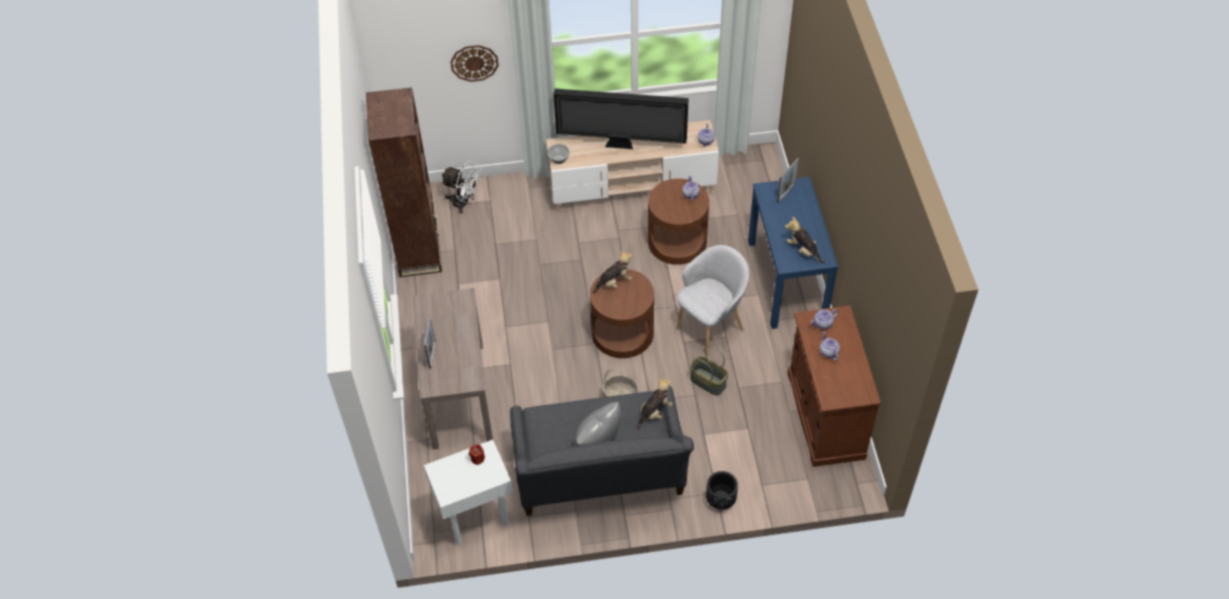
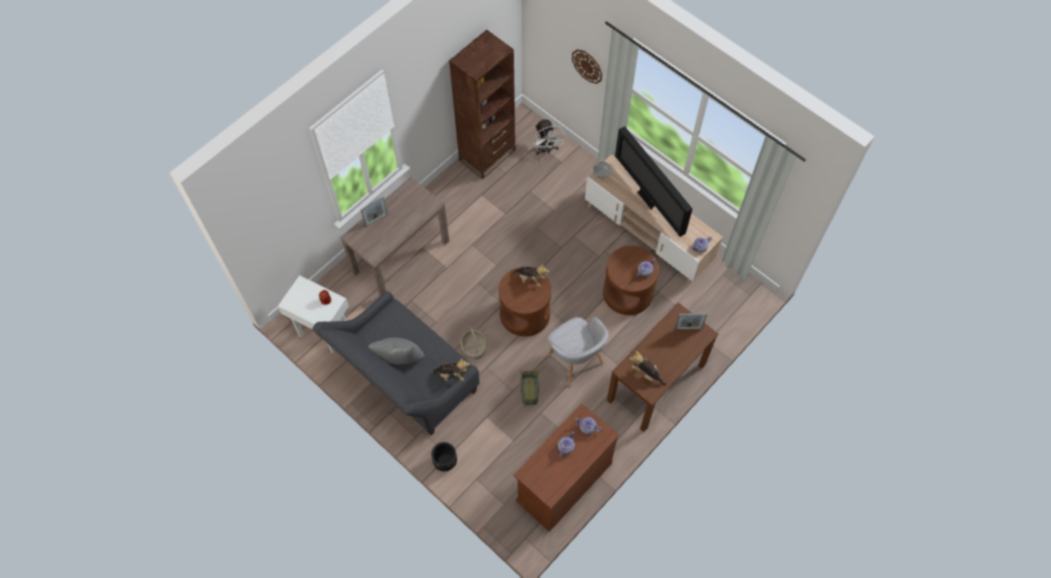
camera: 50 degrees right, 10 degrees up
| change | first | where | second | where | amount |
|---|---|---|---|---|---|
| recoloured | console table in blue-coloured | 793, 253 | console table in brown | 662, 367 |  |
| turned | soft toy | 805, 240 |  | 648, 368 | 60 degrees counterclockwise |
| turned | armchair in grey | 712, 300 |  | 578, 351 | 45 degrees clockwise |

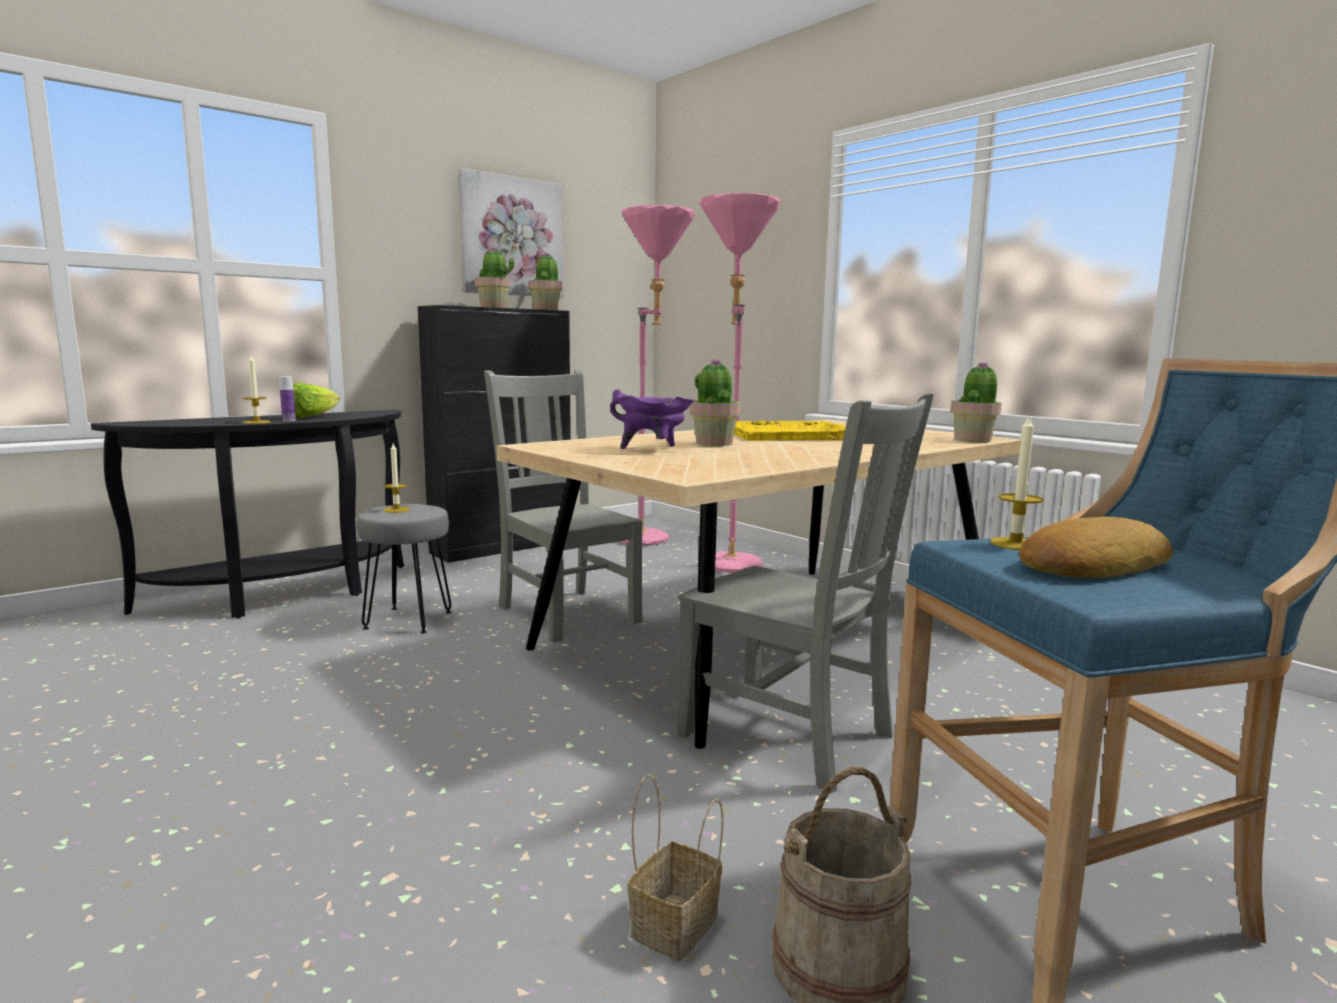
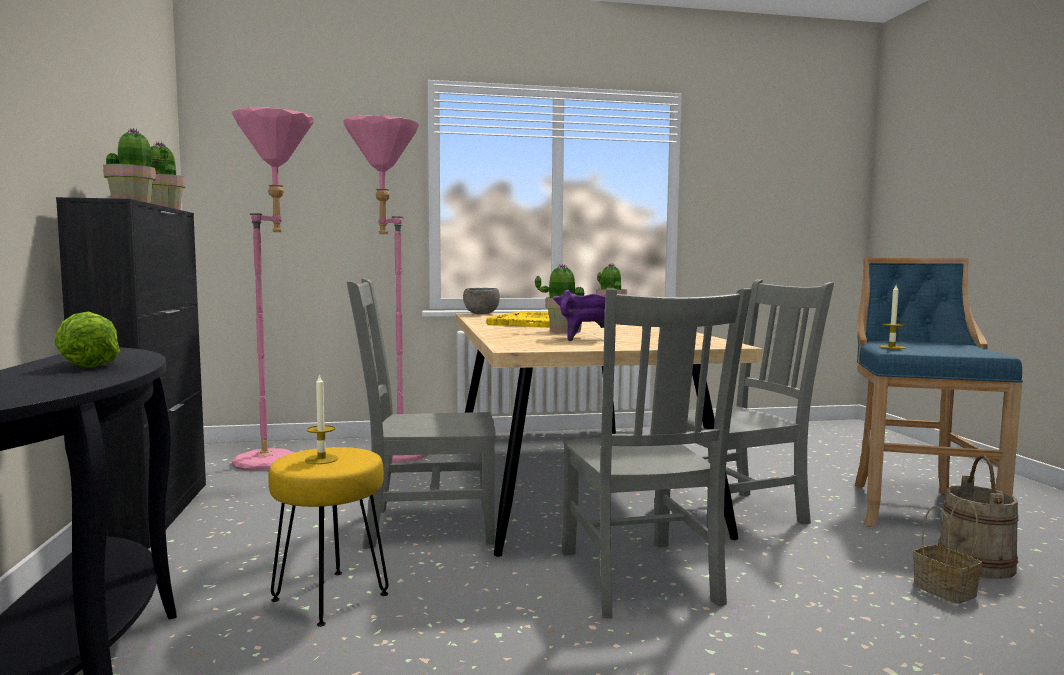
camera: 60 degrees left, 5 degrees down
| change | first | where | second | where | amount |
|---|---|---|---|---|---|
| removed | wall art | 511, 233 |  |  |  |
| removed | wax candle | 257, 389 |  |  |  |
| removed | beverage bottle | 287, 398 |  |  |  |
| recoloured | stool seat in grey | 404, 569 | stool seat in yellow-coloured | 328, 537 |  |
| removed | bakery bread | 1096, 547 |  |  |  |
| added |  |  | serving bowl in grey | 481, 301 |  |
| added |  |  | upright chair in grey | 656, 453 |  |

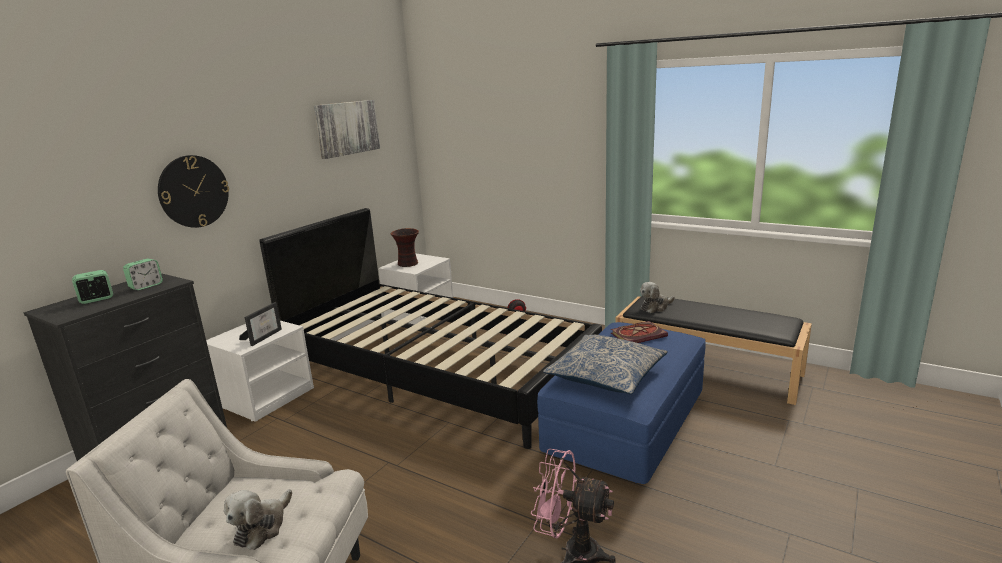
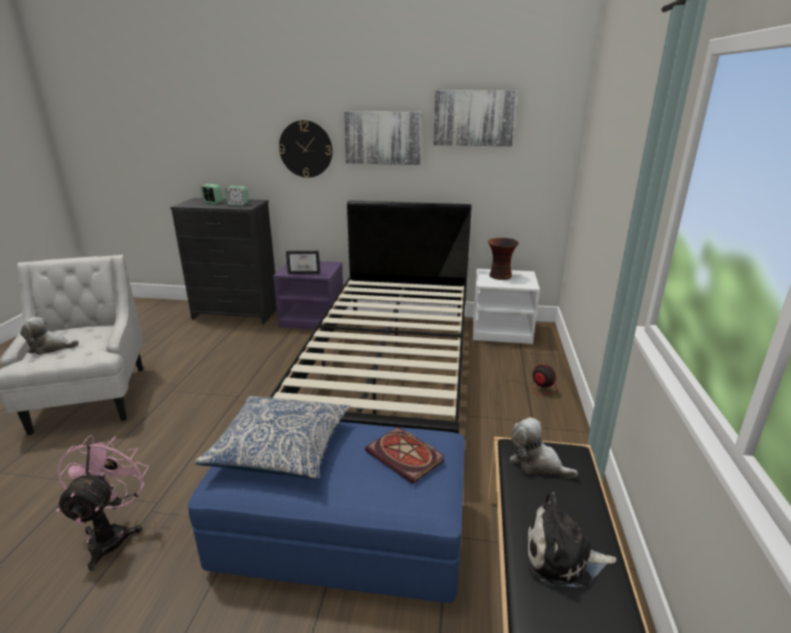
camera: 65 degrees right, 5 degrees up
| change | first | where | second | where | amount |
|---|---|---|---|---|---|
| recoloured | night table in white-coloured | 260, 371 | night table in purplish | 308, 295 |  |
| added |  |  | wall art | 383, 138 |  |
| added |  |  | soft toy | 572, 539 |  |

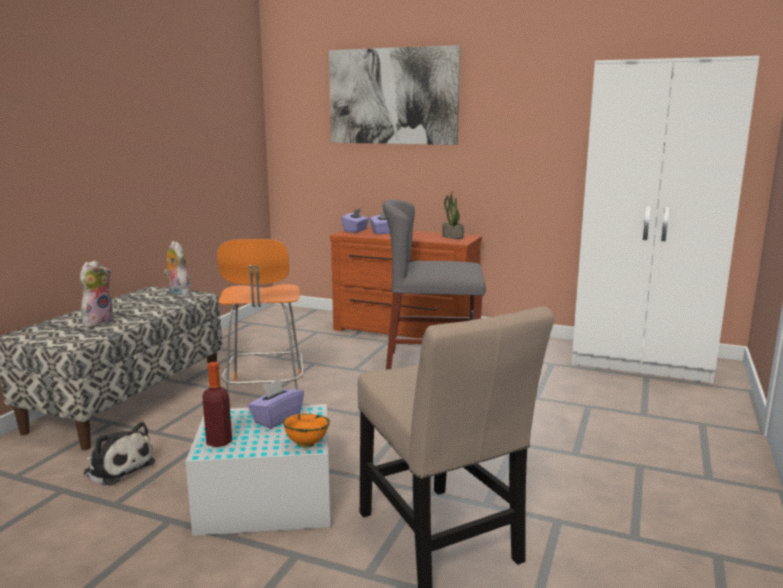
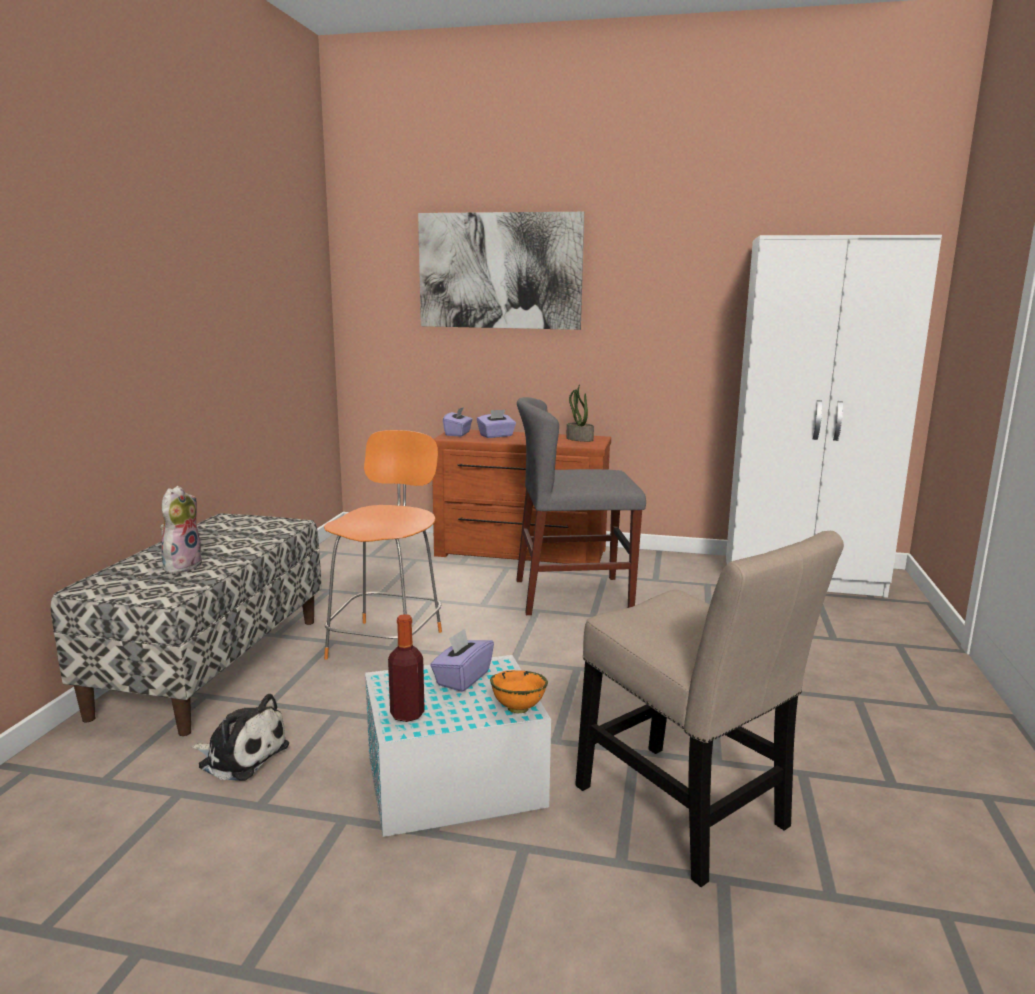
camera: 10 degrees left, 0 degrees up
| change | first | where | second | where | amount |
|---|---|---|---|---|---|
| turned | upright chair in orangey | 260, 315 |  | 383, 545 | 150 degrees counterclockwise |
| removed | soft toy | 178, 269 |  |  |  |

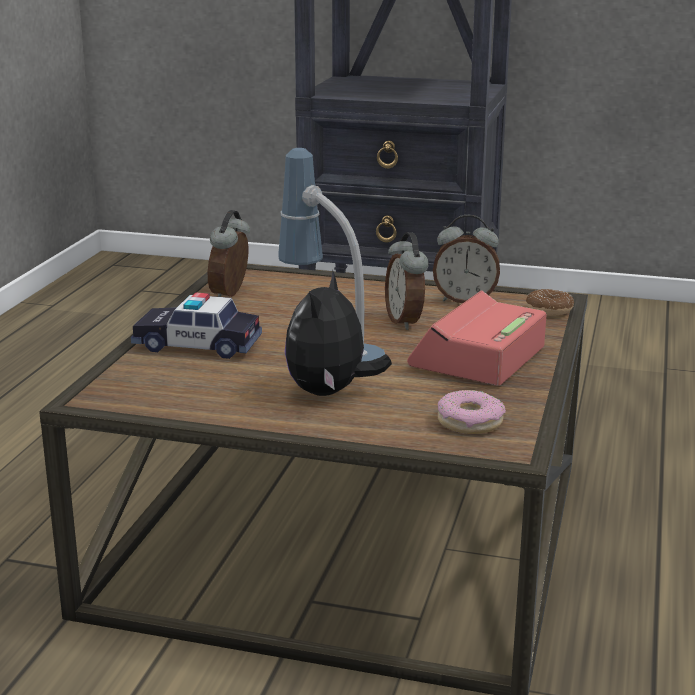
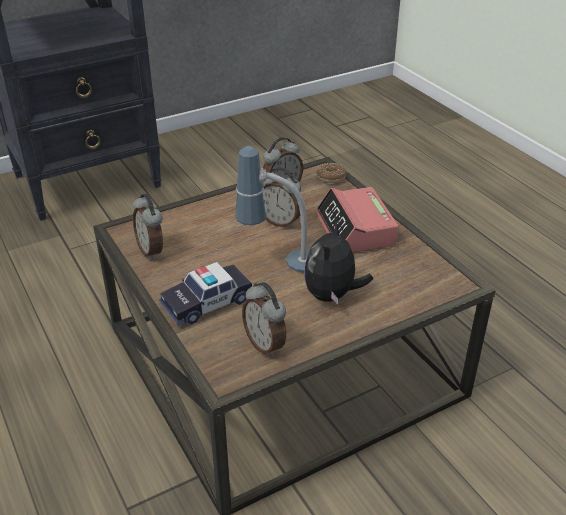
camera: 45 degrees left, 15 degrees up
| change | first | where | second | where | amount |
|---|---|---|---|---|---|
| turned | soft toy | 338, 333 |  | 338, 263 | 45 degrees clockwise |
| removed | donut | 472, 412 |  |  |  |
| added |  |  | alarm clock | 264, 319 |  |

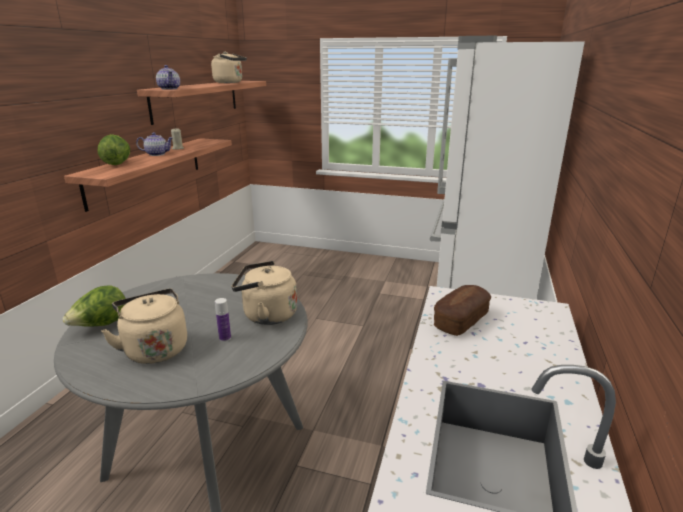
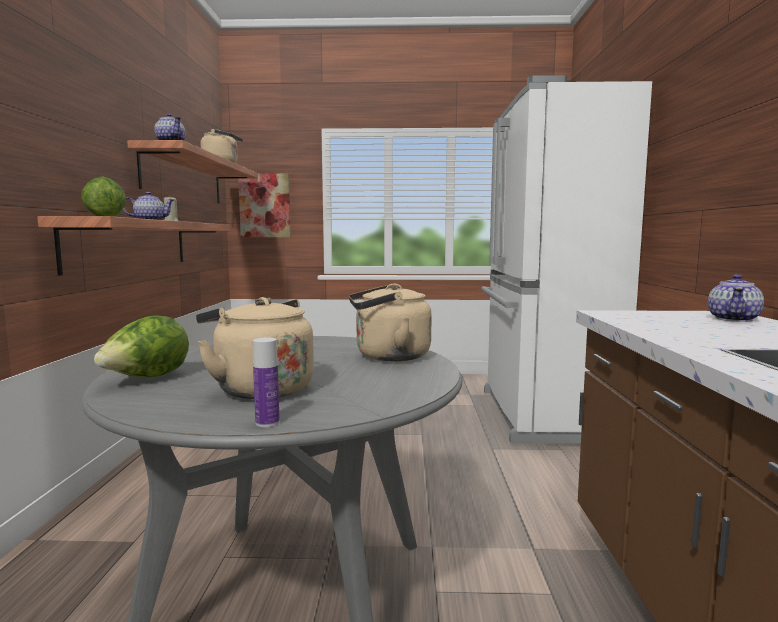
camera: 15 degrees left, 15 degrees down
| change | first | where | second | where | amount |
|---|---|---|---|---|---|
| removed | bakery bread | 462, 310 |  |  |  |
| moved | beverage bottle | 223, 320 |  | 266, 382 |  |
| added |  |  | wall art | 264, 205 |  |
| added |  |  | tea pot | 736, 298 |  |

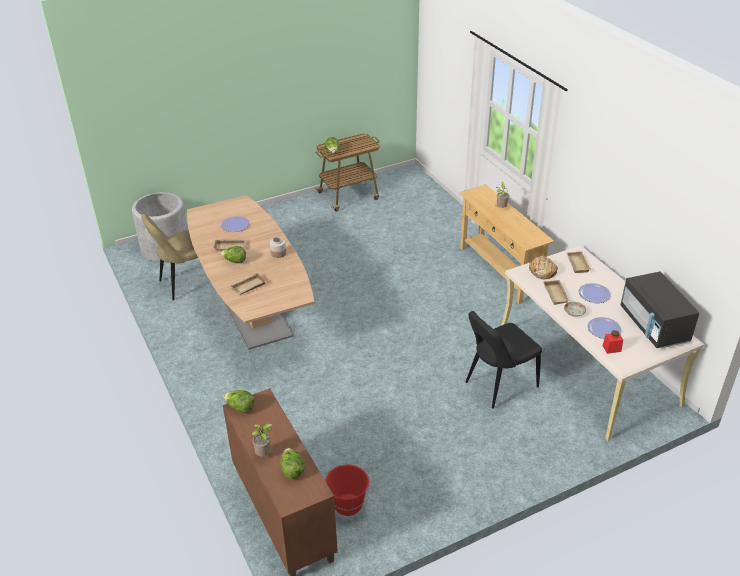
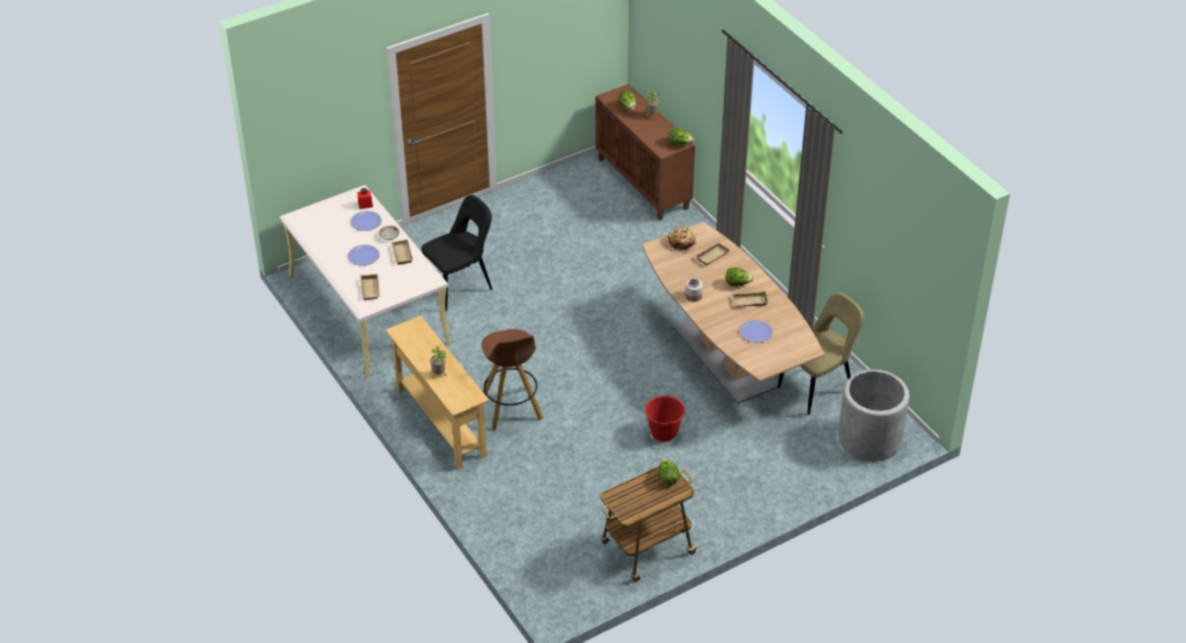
camera: 175 degrees right, 5 degrees up
| change | first | where | second | where | amount |
|---|---|---|---|---|---|
| moved | bakery bread | 543, 267 |  | 681, 239 |  |
| removed | kitchen microwave in black-coloured | 660, 310 |  |  |  |
| moved | water bucket in red | 347, 490 |  | 665, 419 |  |
| added |  |  | stool seat in brown | 513, 379 |  |

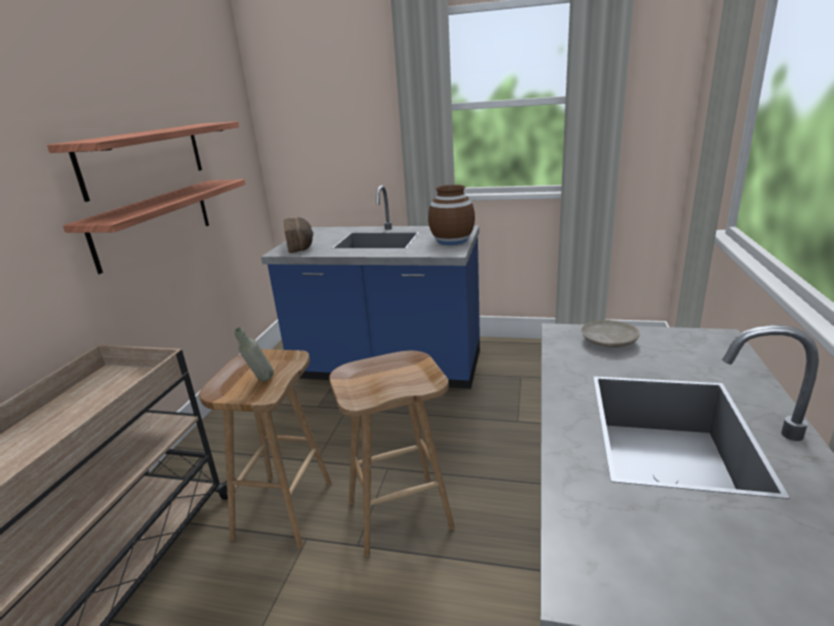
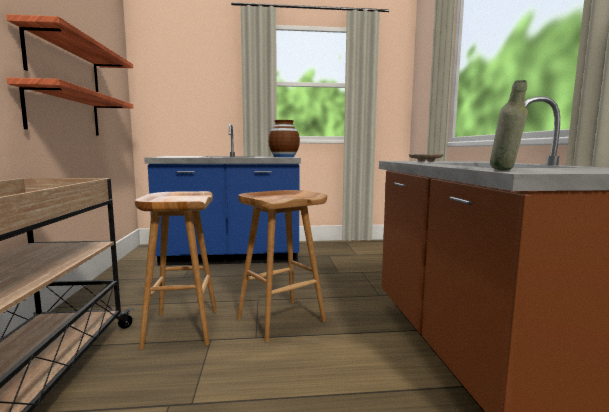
camera: 20 degrees left, 15 degrees down
| change | first | where | second | where | amount |
|---|---|---|---|---|---|
| removed | bakery bread | 298, 235 |  |  |  |
| moved | beverage bottle in grey | 254, 354 |  | 509, 125 |  |

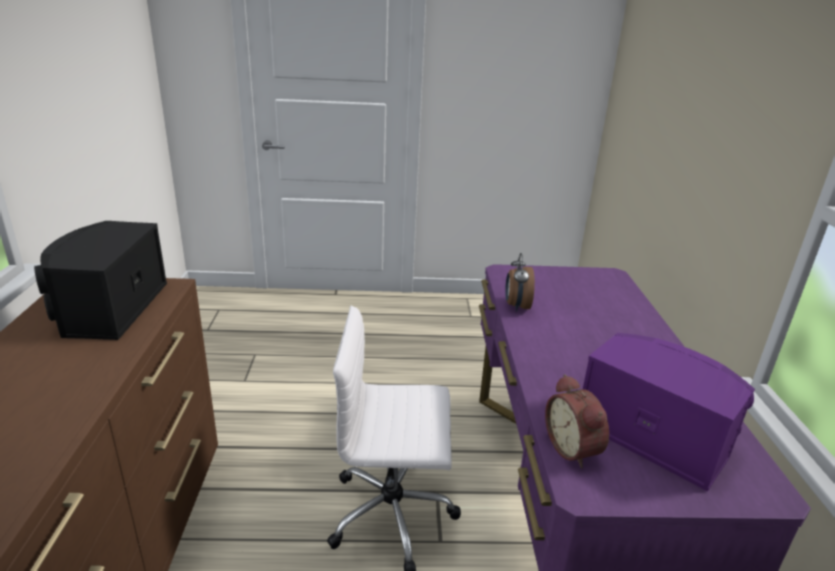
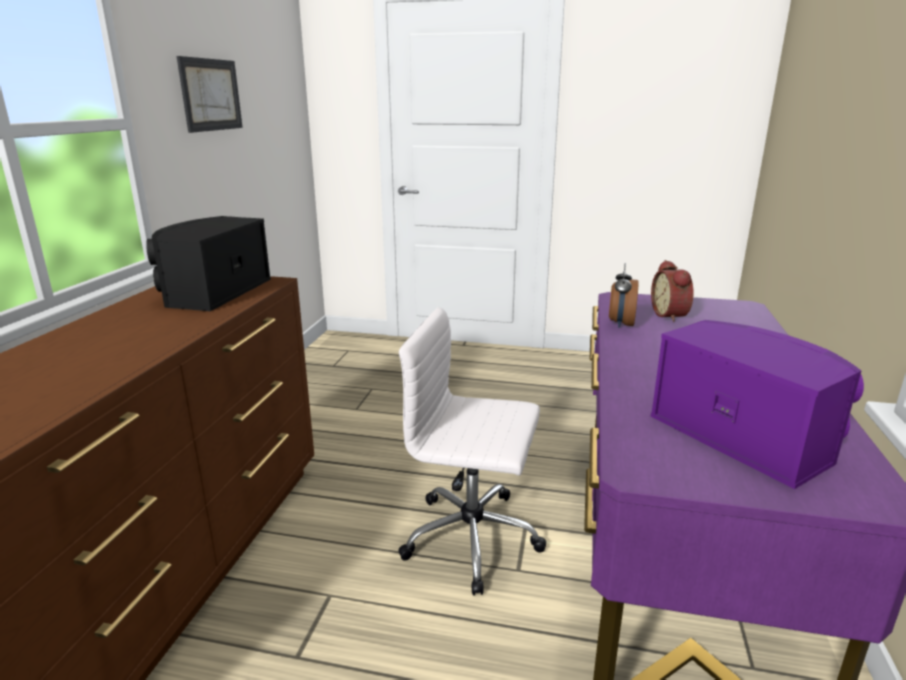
camera: 15 degrees right, 5 degrees down
| change | first | where | second | where | amount |
|---|---|---|---|---|---|
| moved | alarm clock | 577, 421 |  | 672, 291 |  |
| added |  |  | wall art | 210, 94 |  |

